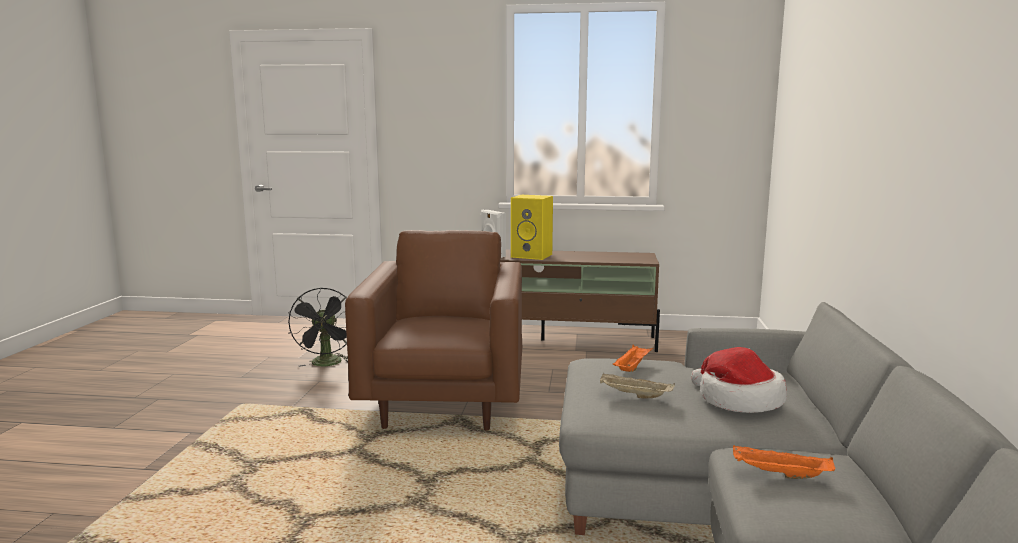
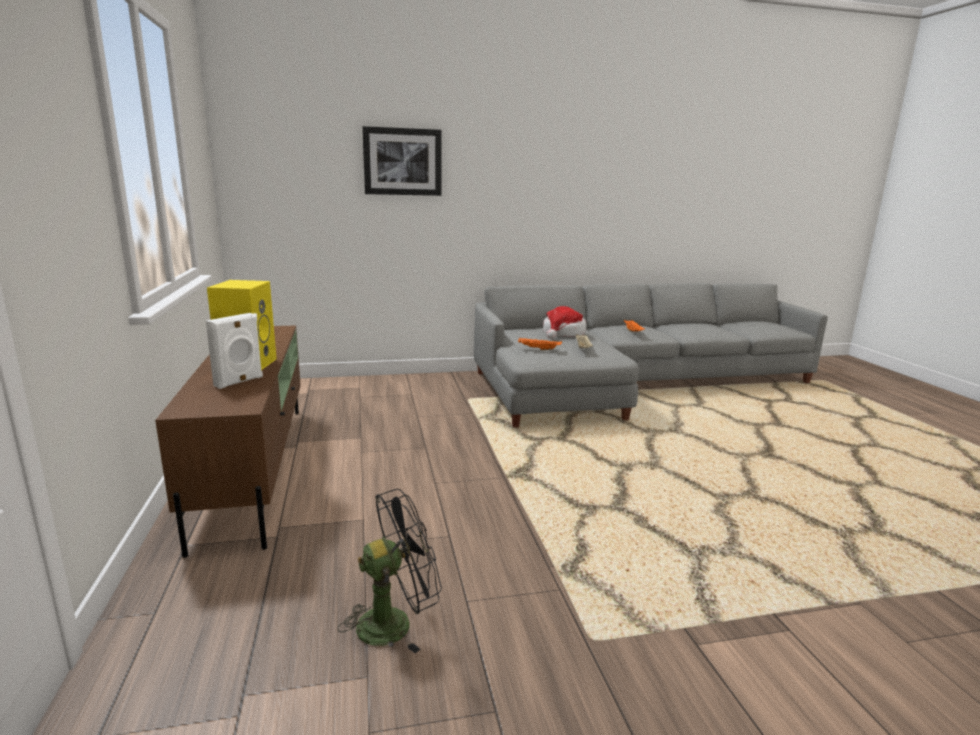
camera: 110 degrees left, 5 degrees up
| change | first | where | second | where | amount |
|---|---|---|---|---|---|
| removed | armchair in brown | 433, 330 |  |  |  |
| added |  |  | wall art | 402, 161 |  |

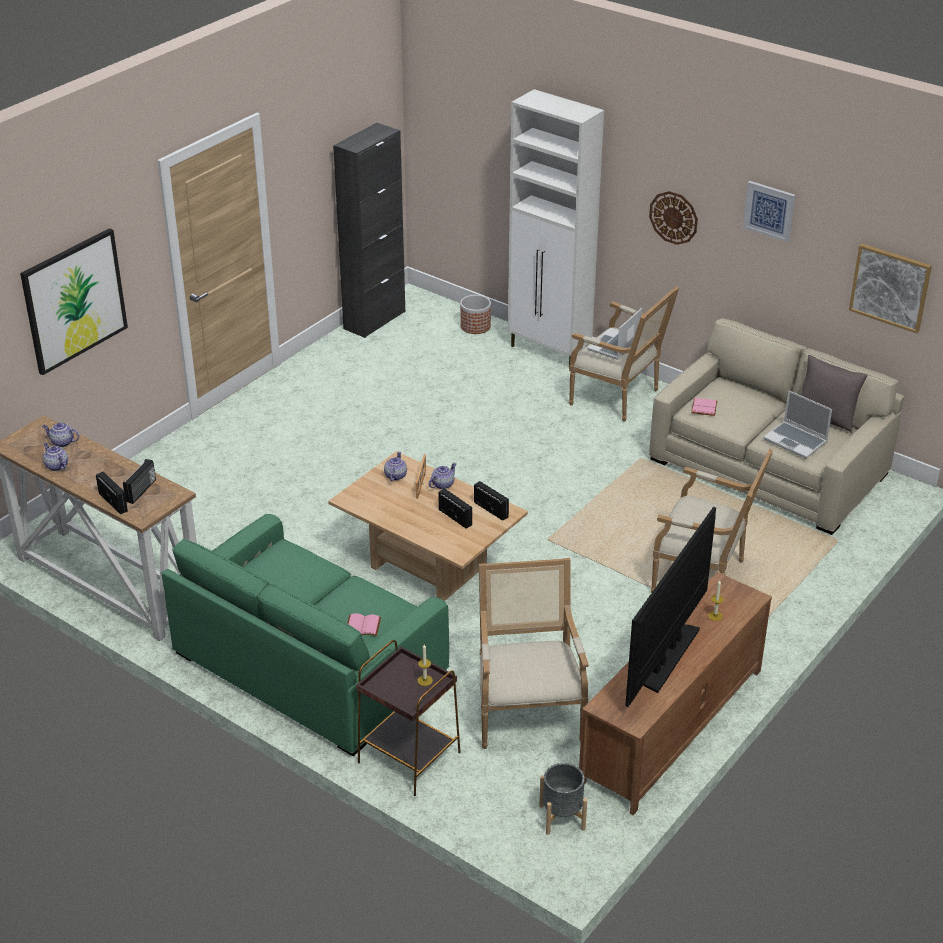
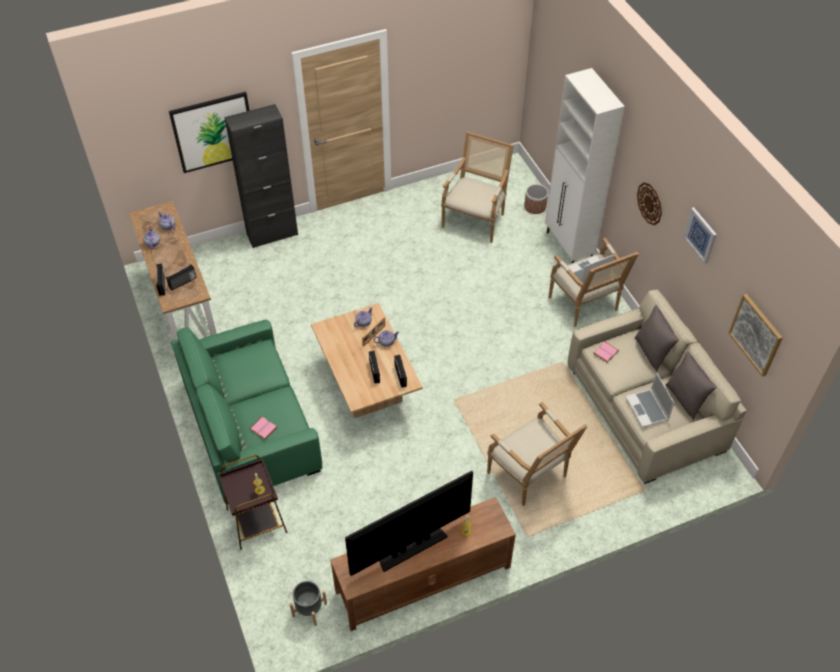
camera: 30 degrees right, 15 degrees up
| change | first | where | second | where | amount |
|---|---|---|---|---|---|
| moved | cabinet in black-coloured | 369, 230 |  | 261, 176 |  |
| moved | armchair | 533, 653 |  | 477, 187 |  |
| added |  |  | pillow in grey | 657, 338 |  |

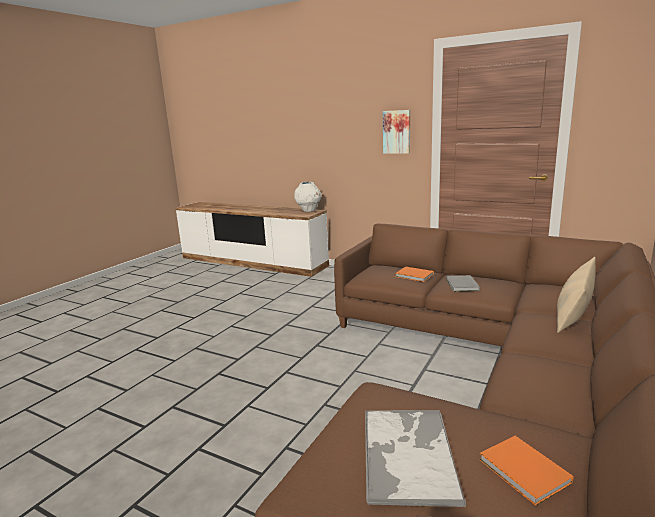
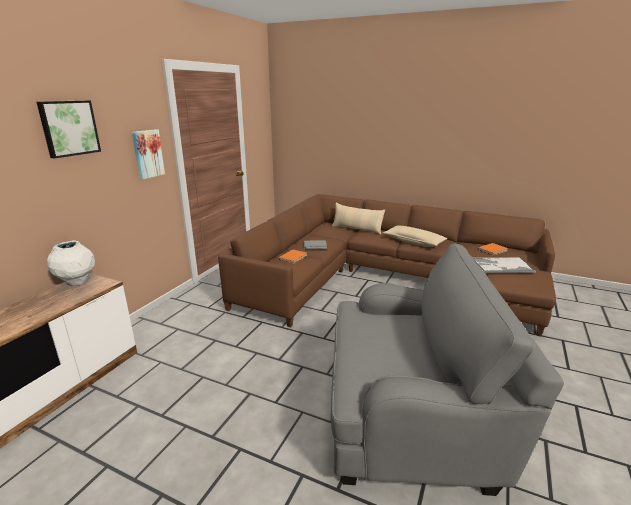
camera: 95 degrees left, 5 degrees up
| change | first | where | second | where | amount |
|---|---|---|---|---|---|
| added |  |  | wall art | 69, 129 |  |
| added |  |  | pillow in beige-coloured | 415, 236 |  |
| added |  |  | armchair in grey | 447, 369 |  |

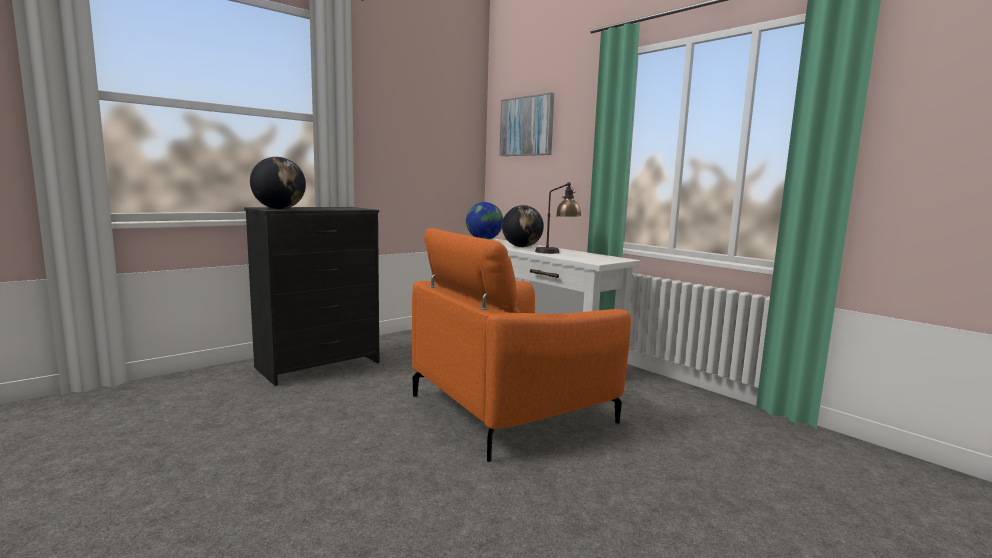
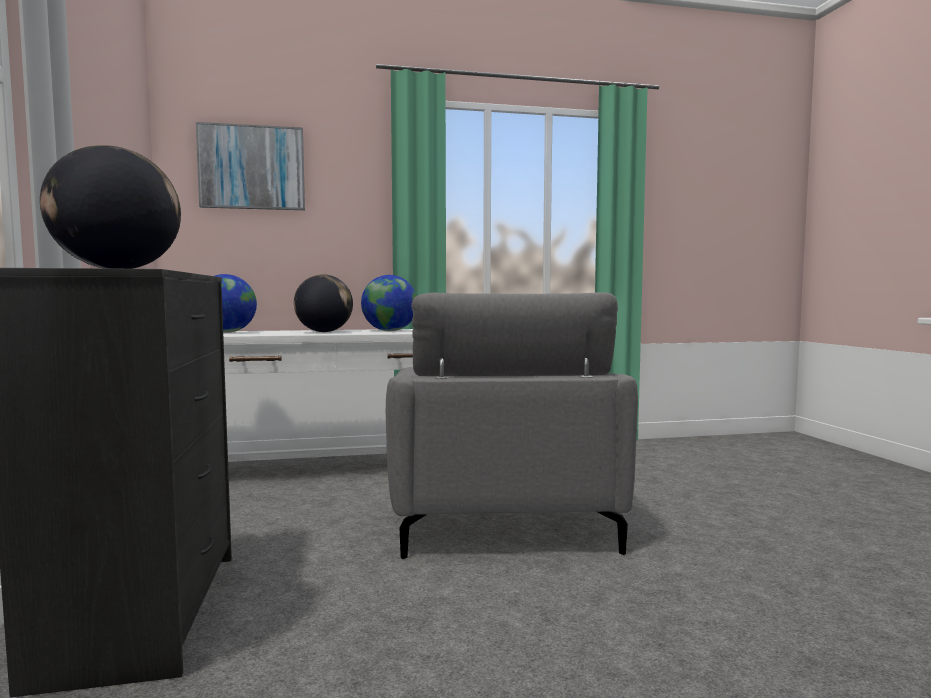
camera: 60 degrees left, 5 degrees down
| change | first | where | second | where | amount |
|---|---|---|---|---|---|
| replaced | lamp for a table | 558, 218 | world globe | 389, 303 |  |
| recoloured | armchair in orangey | 521, 345 | armchair in grey | 512, 425 |  |

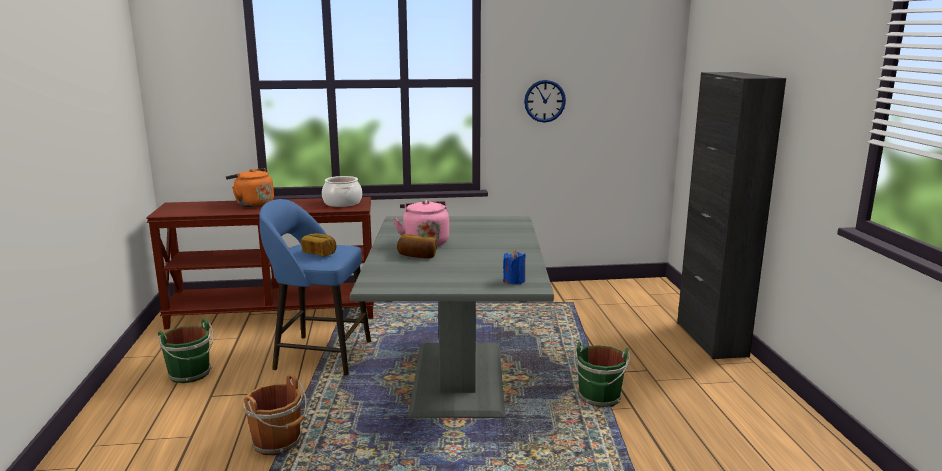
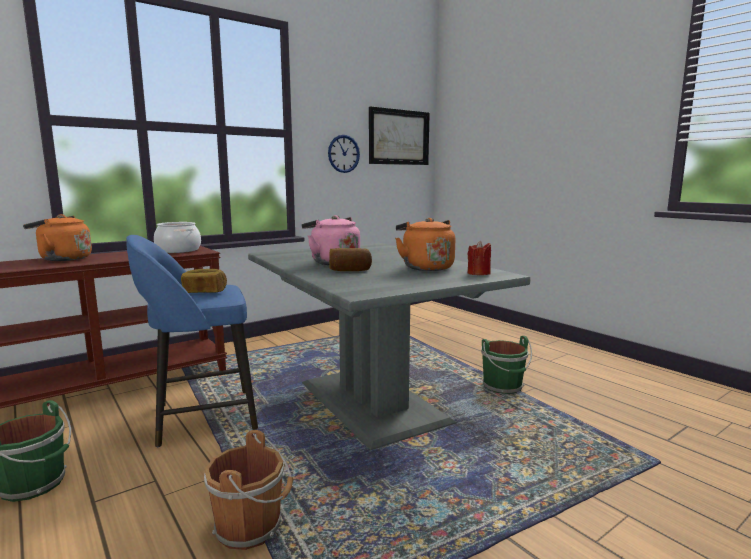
camera: 30 degrees left, 5 degrees down
| change | first | where | second | where | amount |
|---|---|---|---|---|---|
| removed | cabinet in black-coloured | 731, 215 |  |  |  |
| recoloured | wax candle in blue-coloured | 514, 267 | wax candle in red | 479, 257 |  |
| added |  |  | wall art | 399, 135 |  |
| added |  |  | water kettle in orangey | 425, 244 |  |

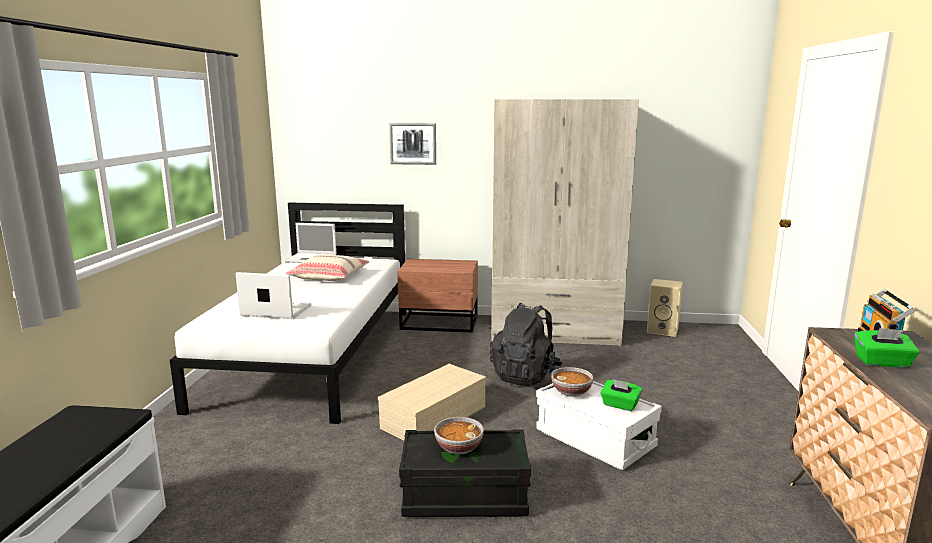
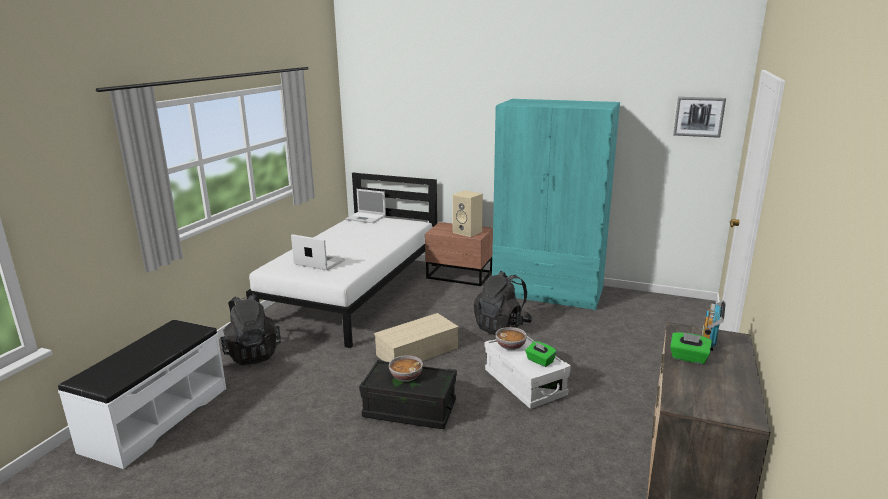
camera: 15 degrees right, 5 degrees up
| change | first | where | second | where | amount |
|---|---|---|---|---|---|
| recoloured | wardrobe in beige-coloured | 565, 222 | wardrobe in blue-green | 556, 205 |  |
| moved | wall art | 412, 144 |  | 699, 117 |  |
| removed | pillow in beige-coloured | 327, 268 |  |  |  |
| moved | loudspeaker in beige-coloured | 665, 308 |  | 467, 213 |  |
| added |  |  | knapsack in black-coloured | 250, 329 |  |

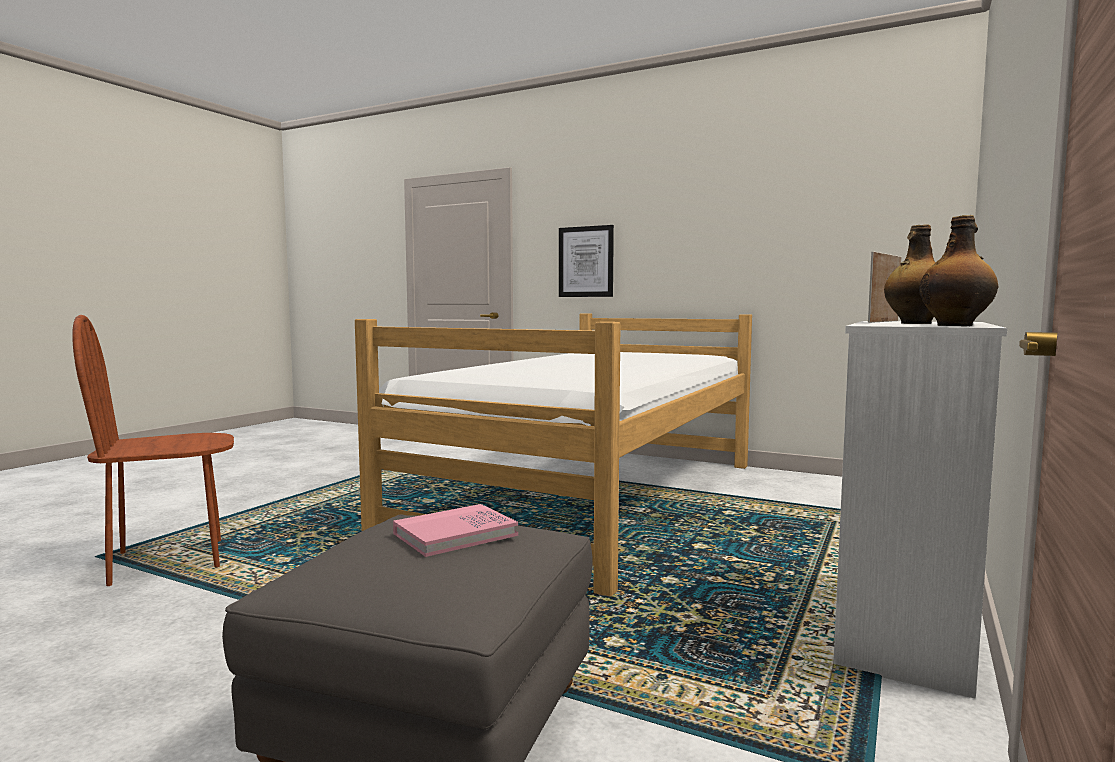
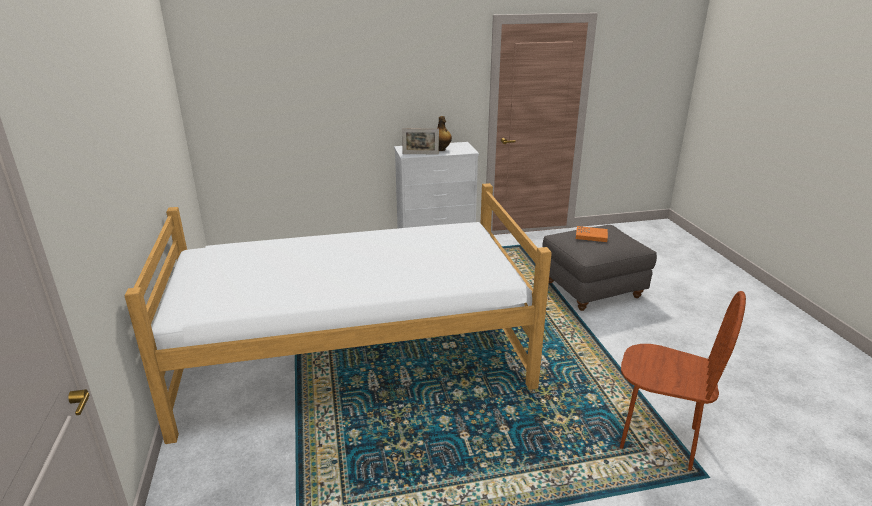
camera: 130 degrees left, 20 degrees up
| change | first | where | second | where | amount |
|---|---|---|---|---|---|
| removed | beverage bottle | 959, 270 |  |  |  |
| removed | wall art | 586, 261 |  |  |  |
| recoloured | book in pinkish | 455, 530 | book in orangey | 592, 234 |  |

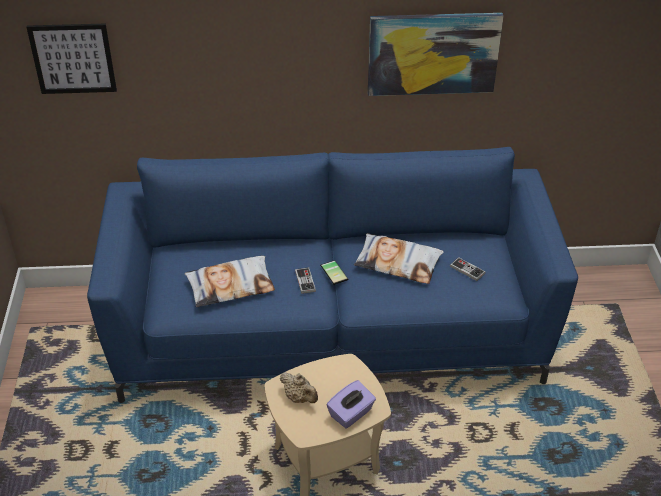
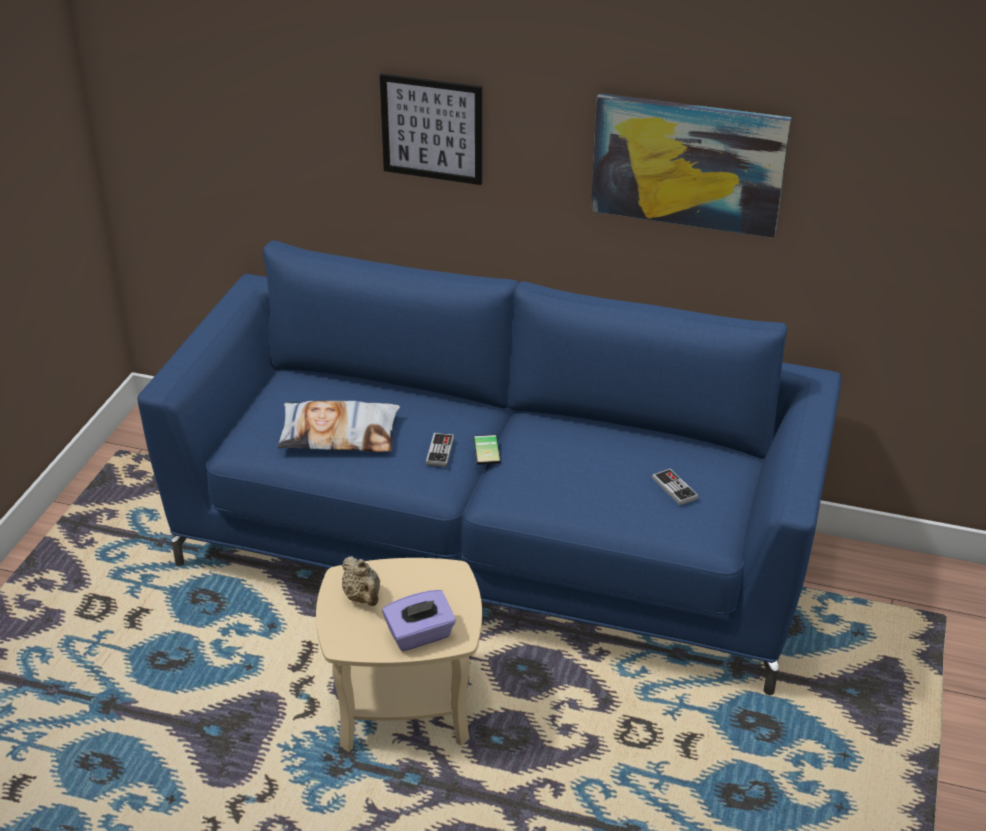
camera: 20 degrees right, 5 degrees down
| change | first | where | second | where | amount |
|---|---|---|---|---|---|
| moved | wall art | 72, 58 |  | 431, 129 |  |
| removed | pillow | 399, 258 |  |  |  |

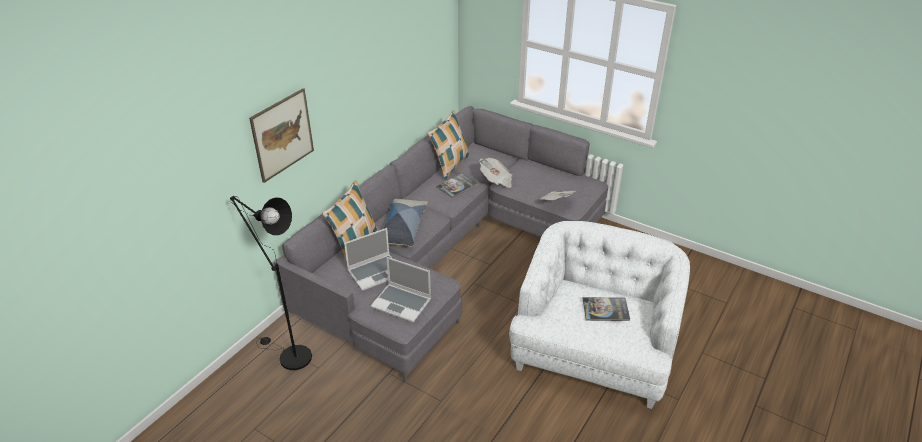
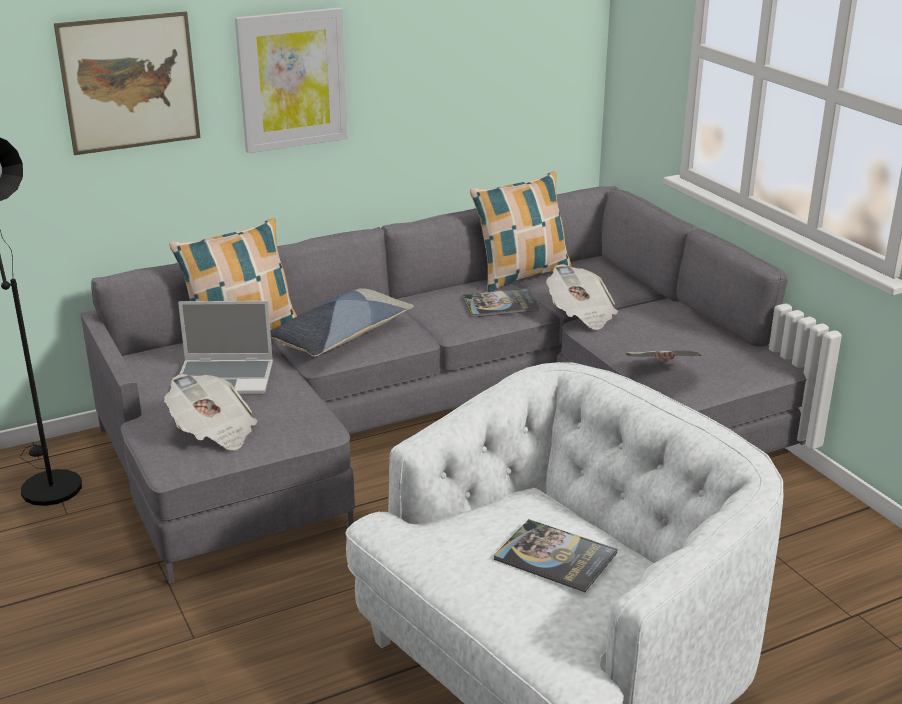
camera: 30 degrees right, 10 degrees down
| change | first | where | second | where | amount |
|---|---|---|---|---|---|
| replaced | laptop | 401, 290 | daily paper | 211, 412 |  |
| added |  |  | wall art | 291, 80 |  |

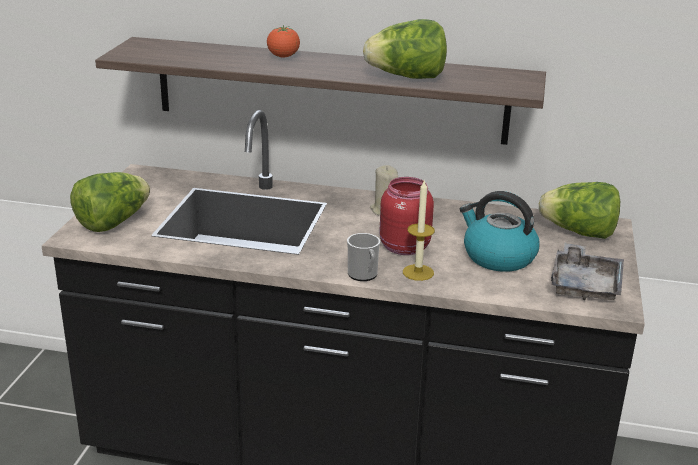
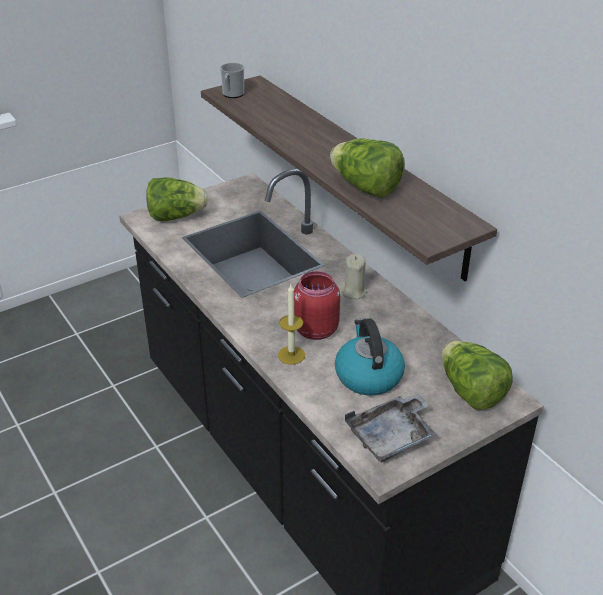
camera: 45 degrees right, 10 degrees up
| change | first | where | second | where | amount |
|---|---|---|---|---|---|
| removed | fresh tomato | 283, 41 |  |  |  |
| moved | tea mug | 363, 257 |  | 232, 80 |  |

